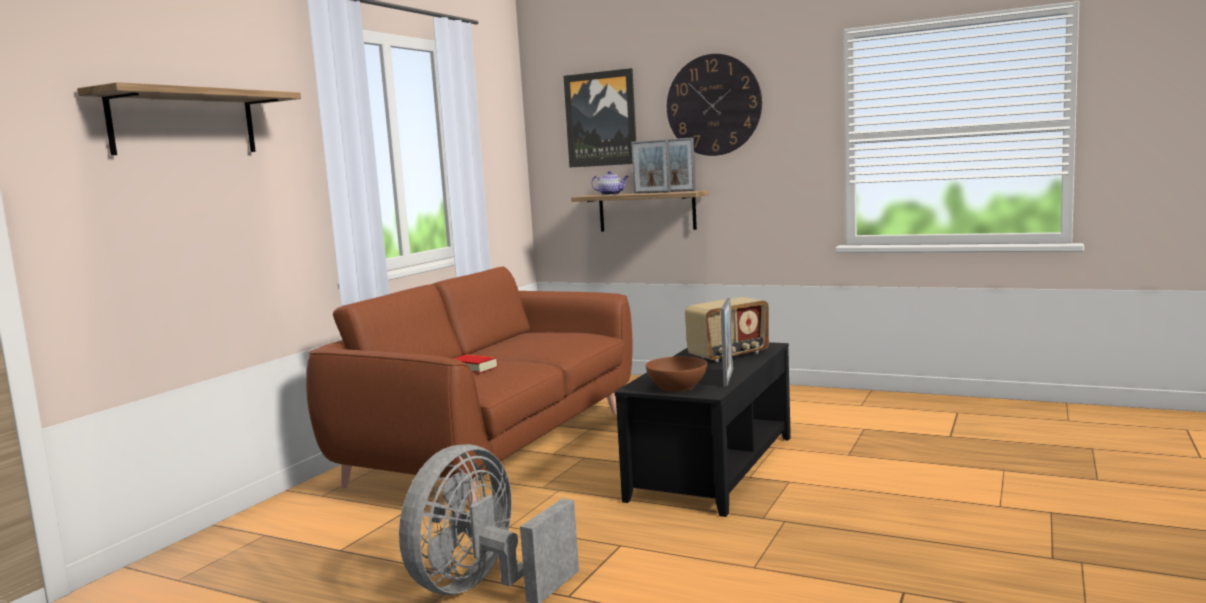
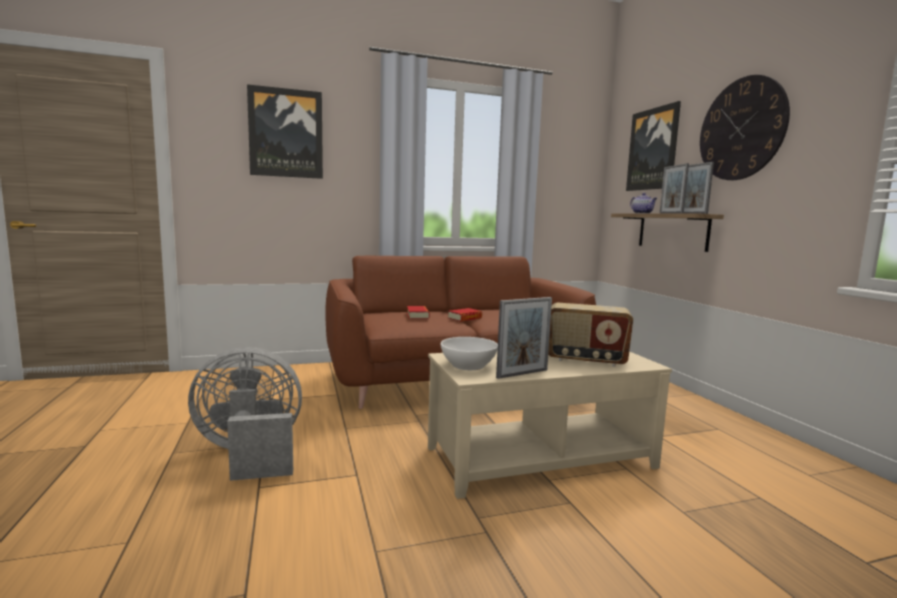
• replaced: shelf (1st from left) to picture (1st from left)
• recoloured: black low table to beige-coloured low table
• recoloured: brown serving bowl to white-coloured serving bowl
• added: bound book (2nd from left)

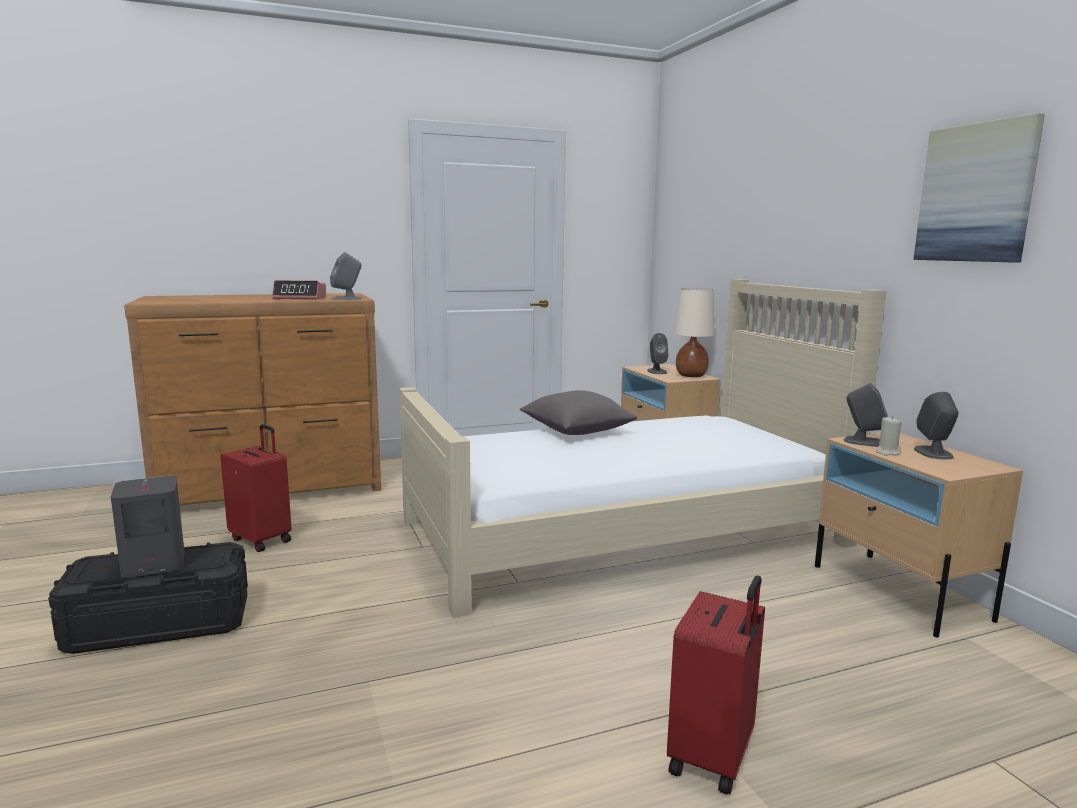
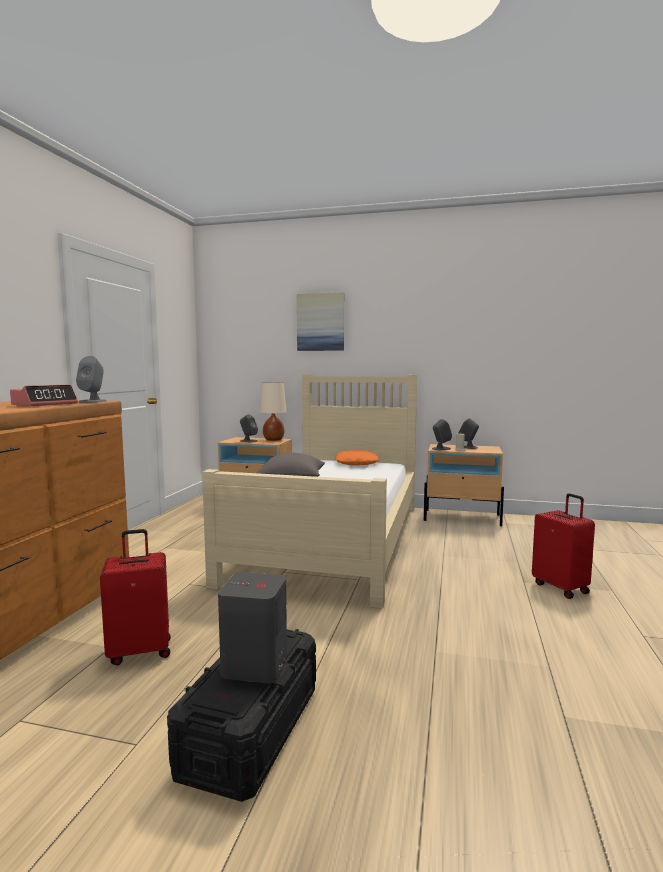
• moved: picture
• added: orangey throw pillow

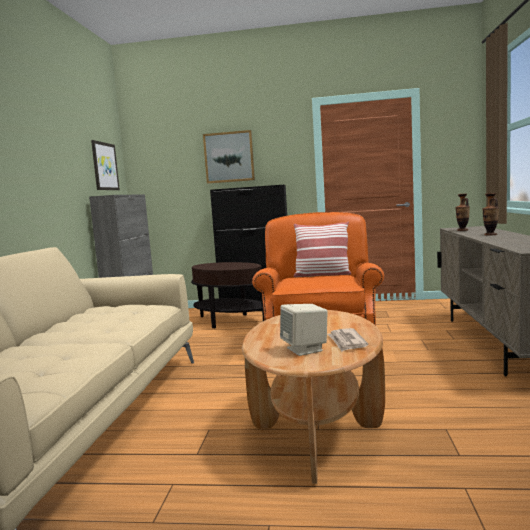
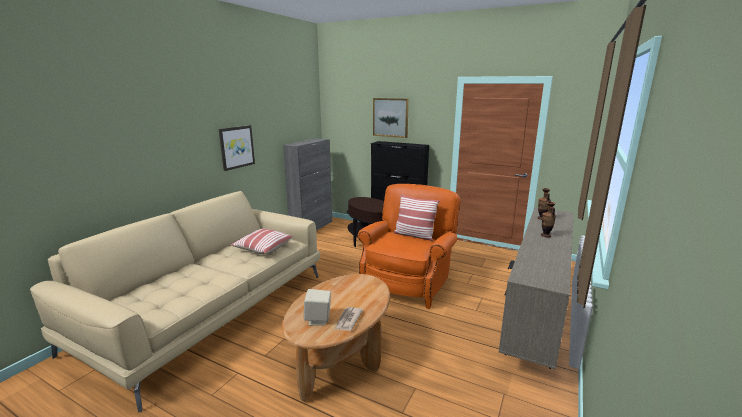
• moved: picture (1st from left)
• added: throw pillow (1st from left)

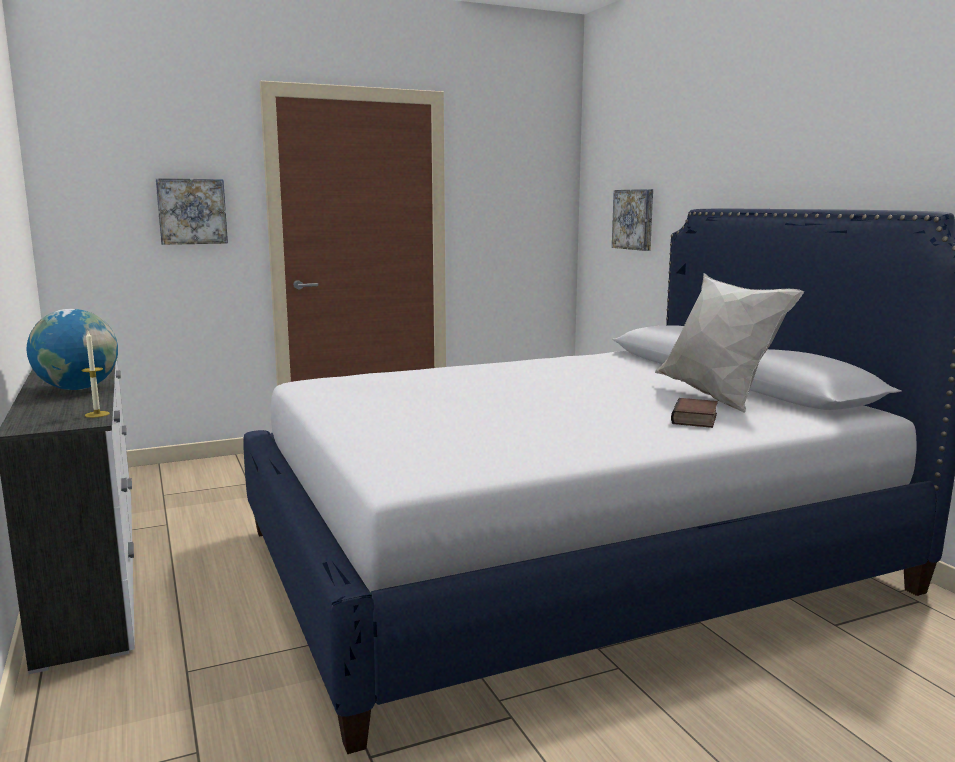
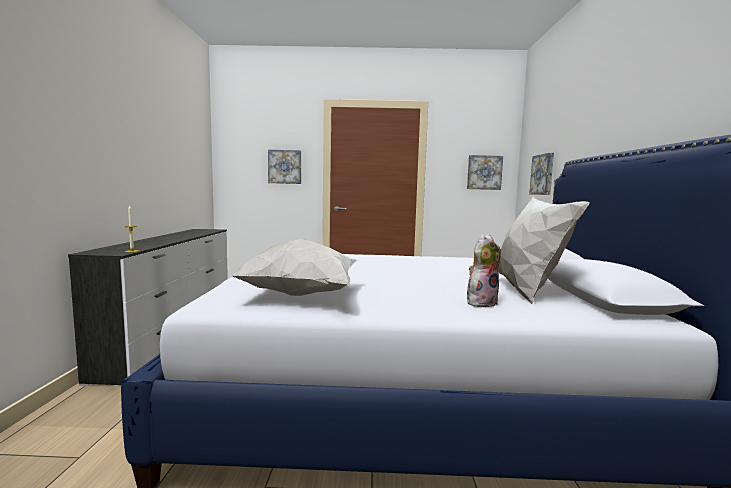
• removed: desk globe
• replaced: bound book to cuddly toy
• added: white-coloured throw pillow (1st from left)
• added: picture (2nd from left)

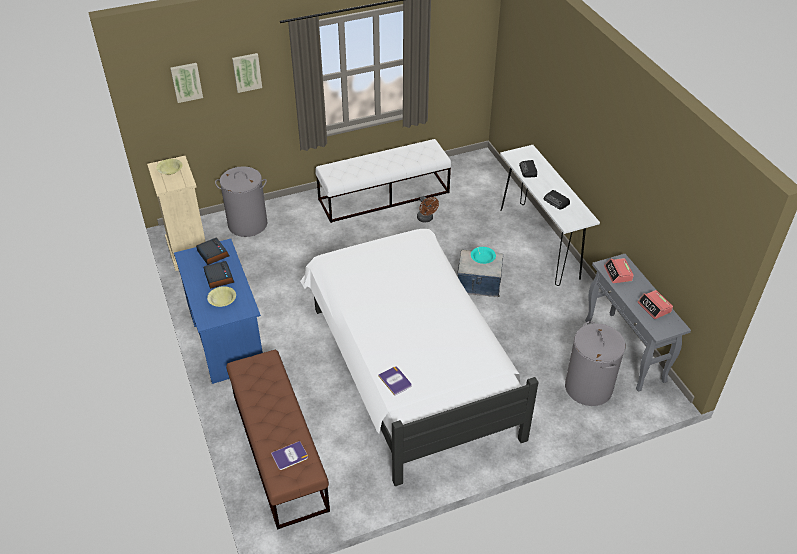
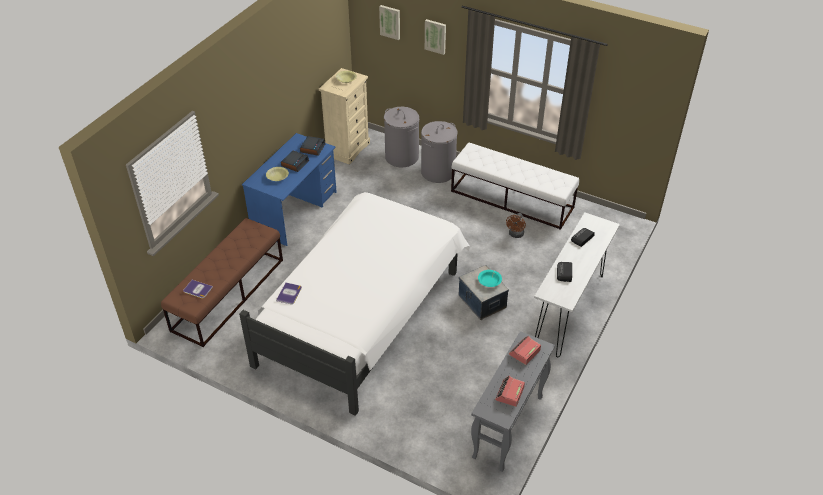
• moved: grey laundry basket (2nd from left)

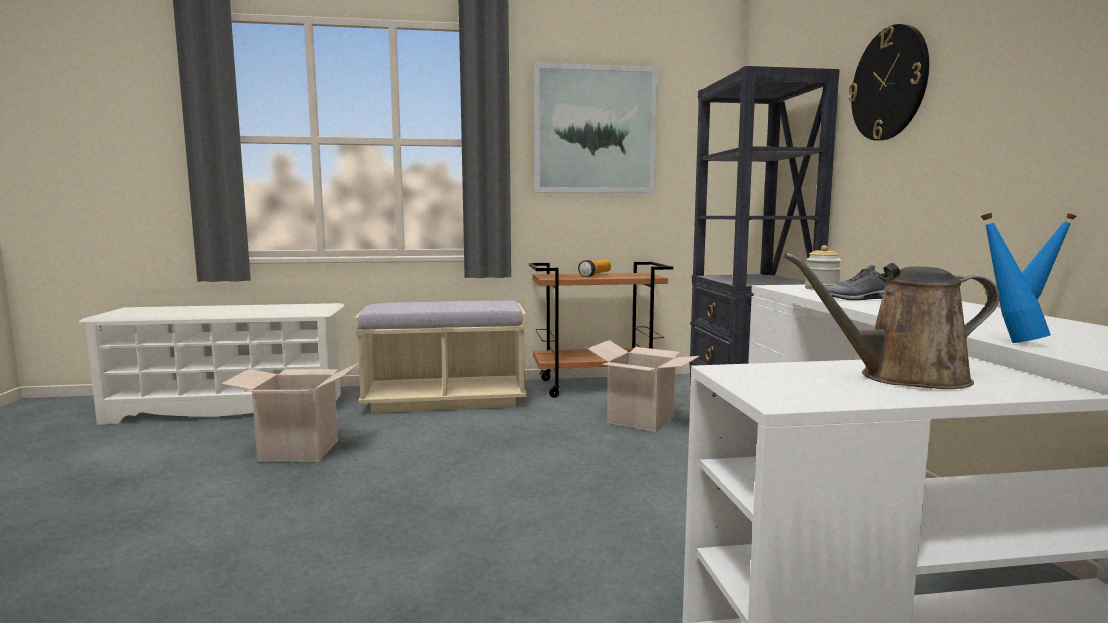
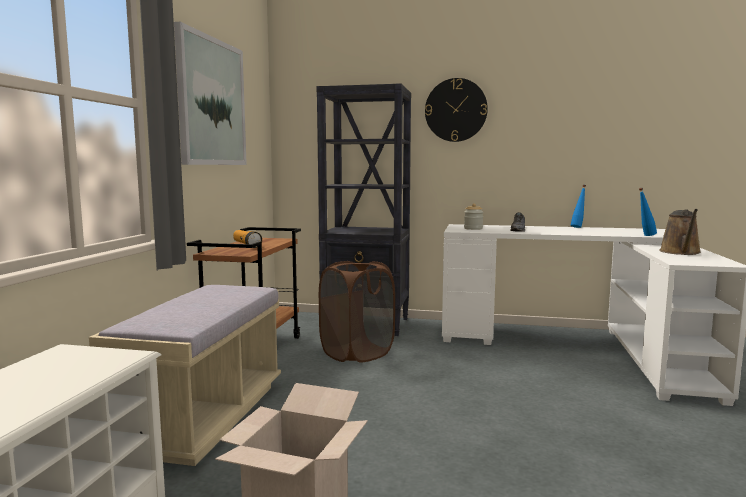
• replaced: carton (2nd from left) to brown laundry basket

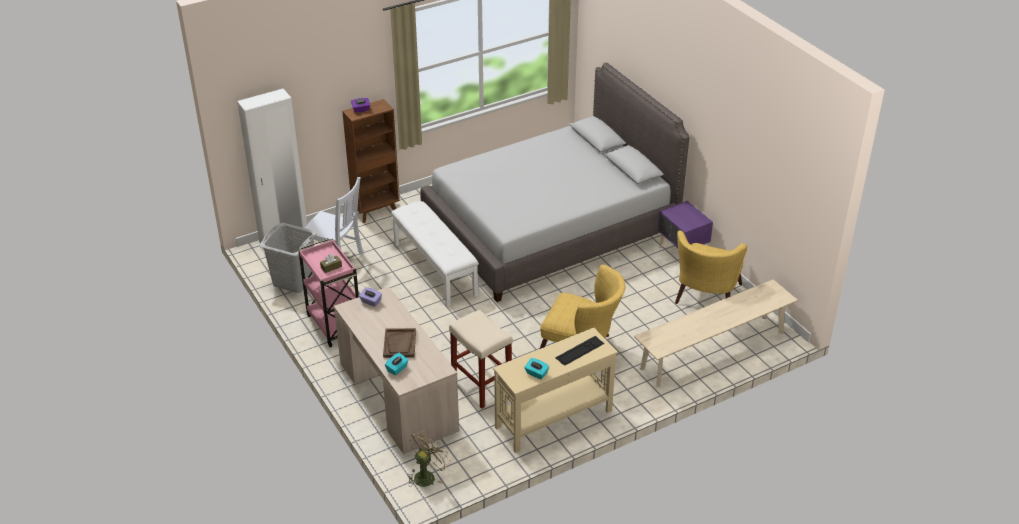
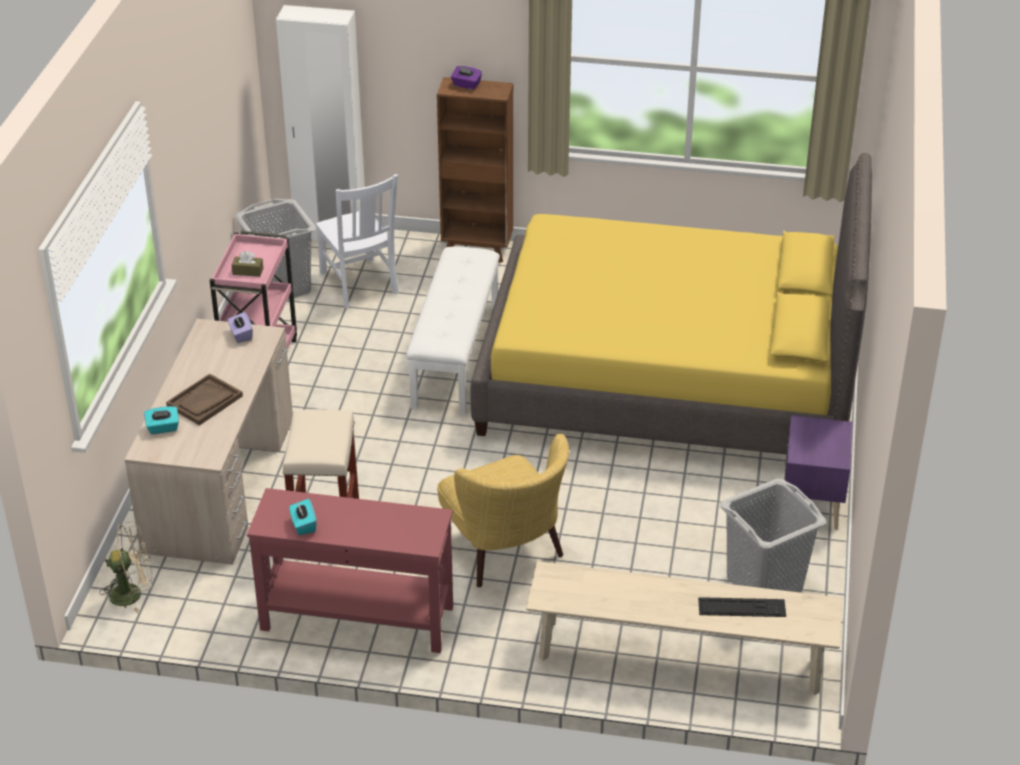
• recoloured: grey sleeping bed to yellow-coloured sleeping bed
• recoloured: beige-coloured hall table to red-coloured hall table
• moved: computer keyboard
• replaced: yellow-coloured easy chair (2nd from left) to grey laundry basket (2nd from left)

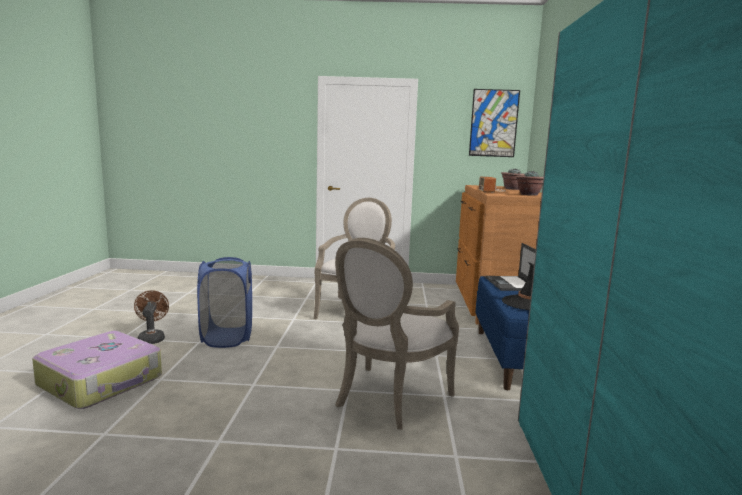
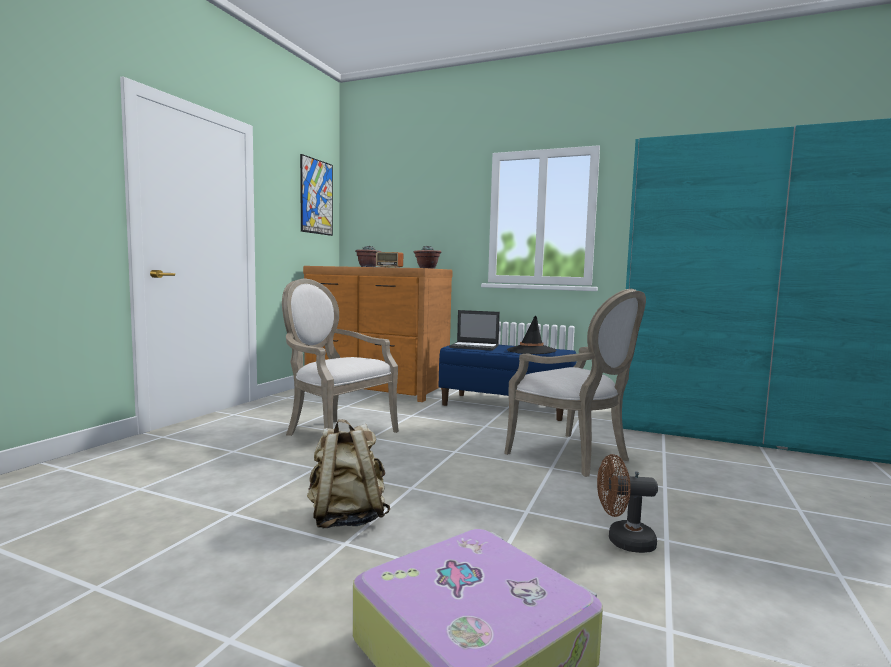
• moved: brown electric fan
• replaced: blue laundry basket to beige-coloured rucksack

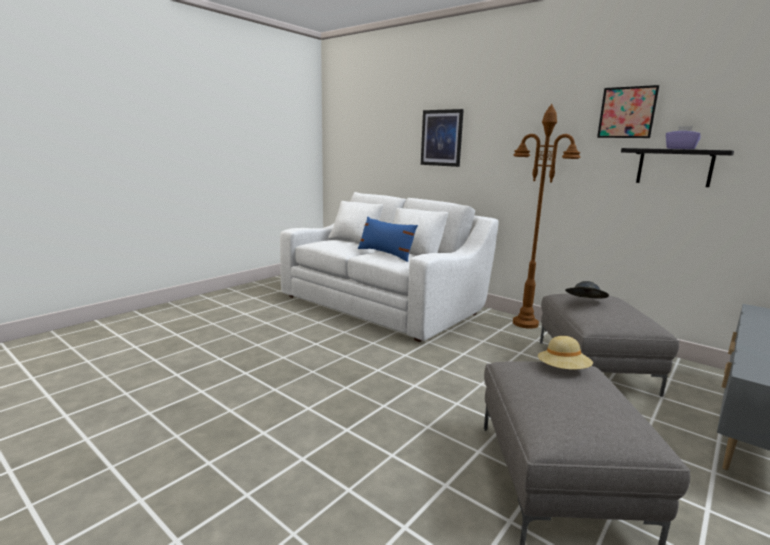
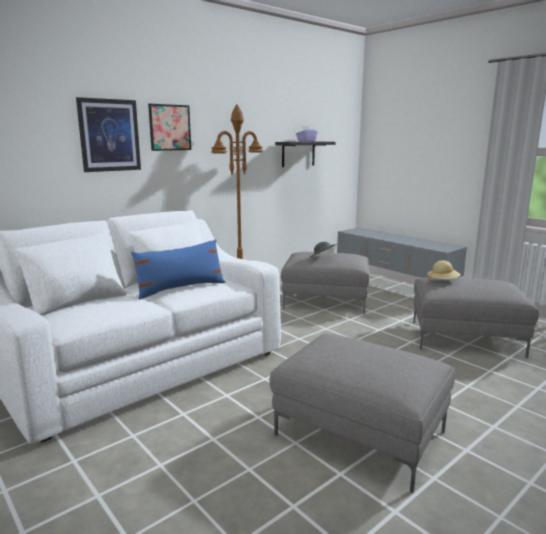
• moved: picture (2nd from left)
• added: grey footrest (2nd from left)

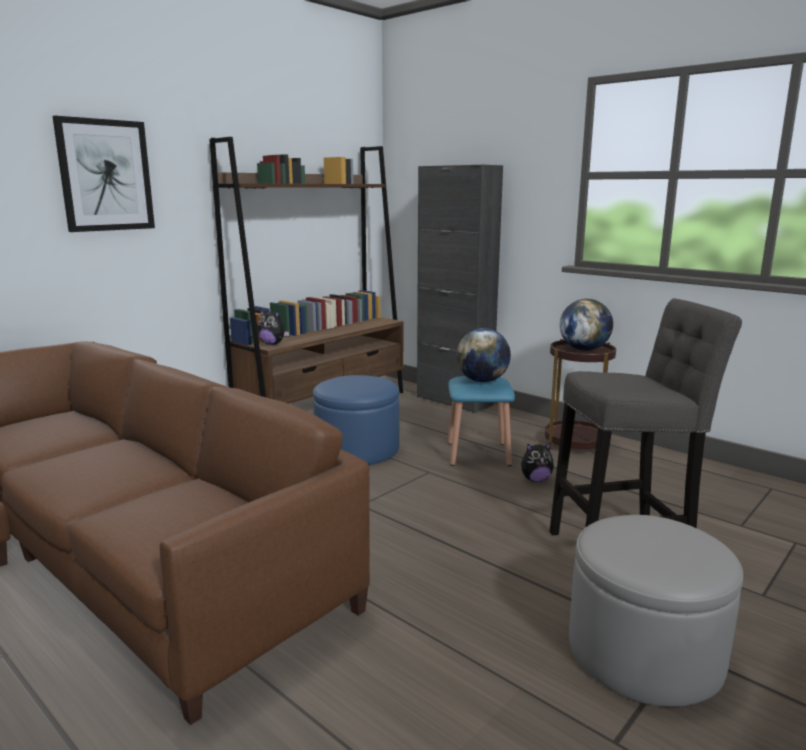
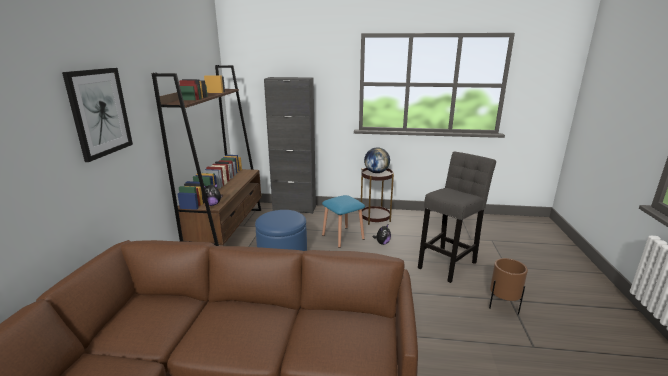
• removed: desk globe (1st from left)
• replaced: grey footrest to brown flower pot

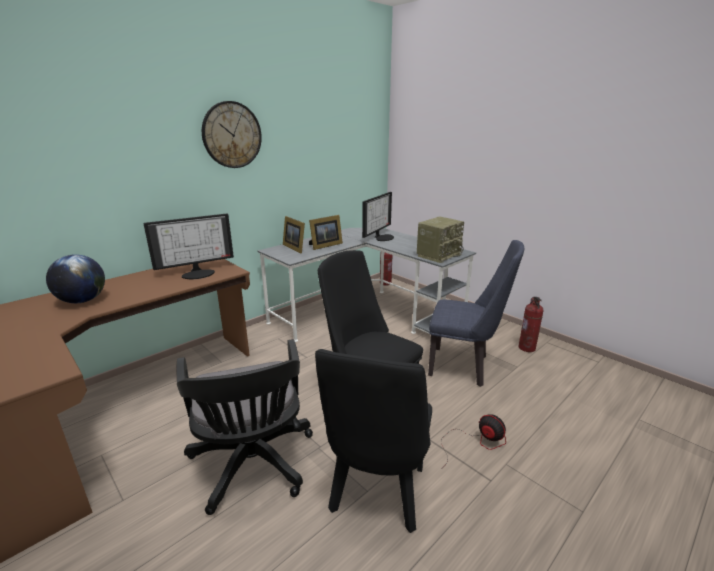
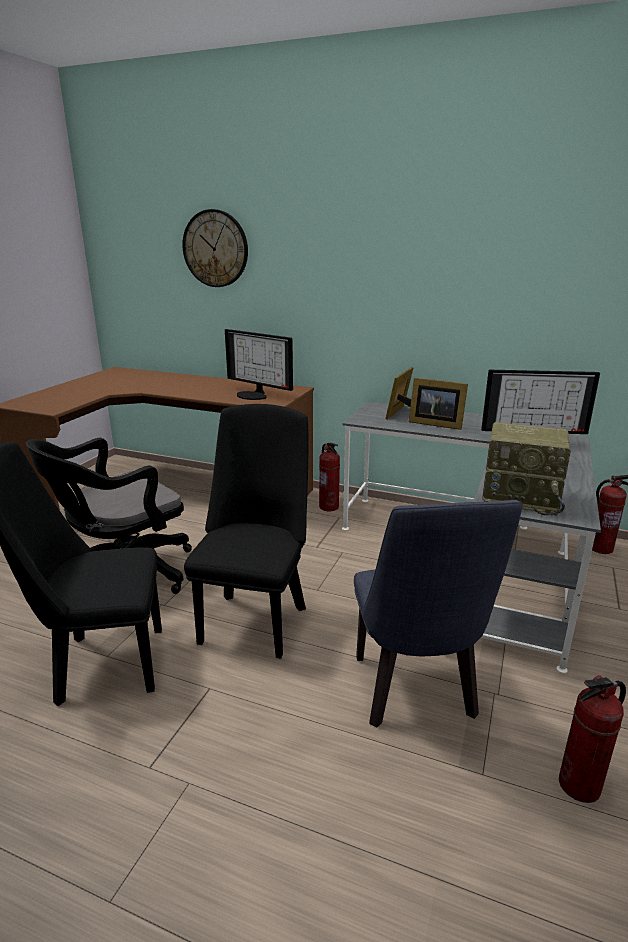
• removed: desk globe
• moved: clock on the wall
• removed: electric fan
• added: fire-fighting cylinder (1st from left)

